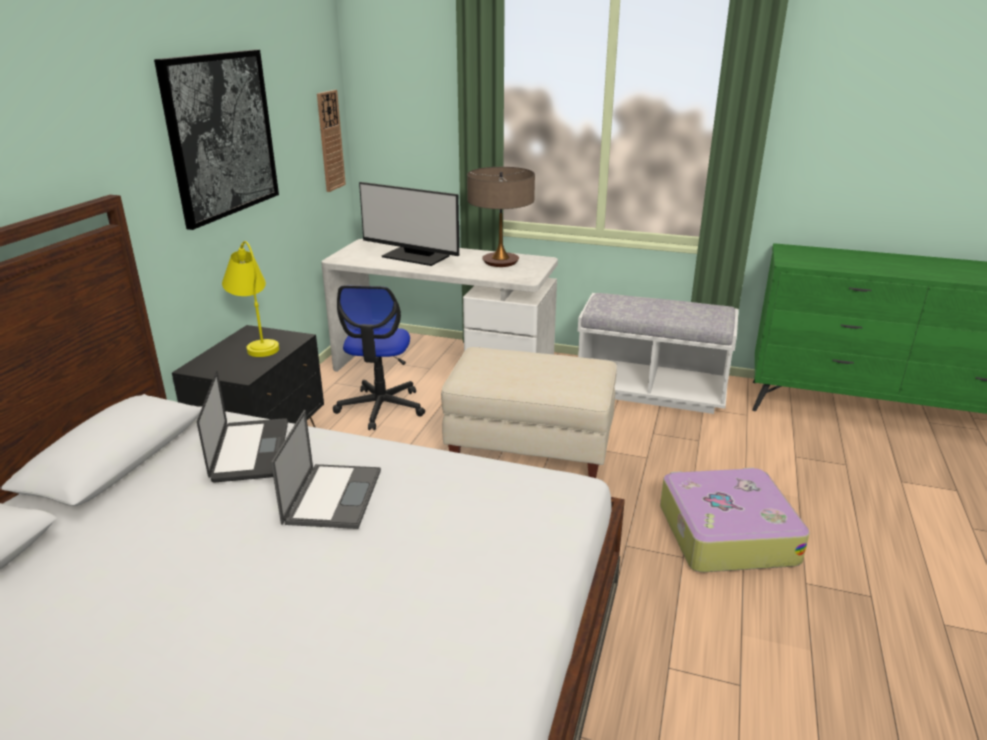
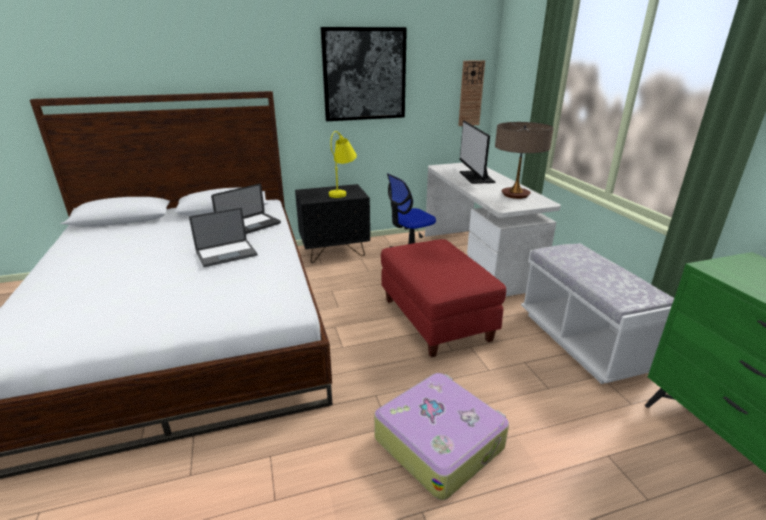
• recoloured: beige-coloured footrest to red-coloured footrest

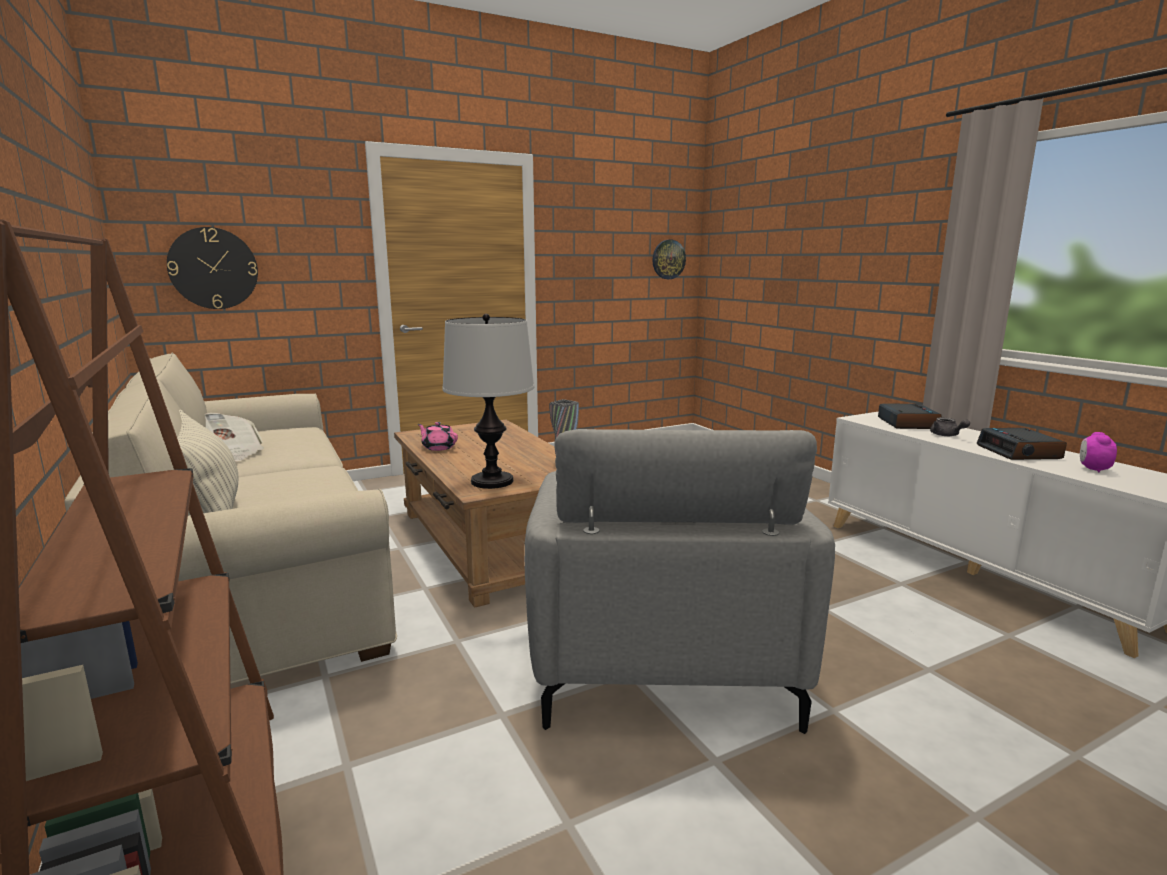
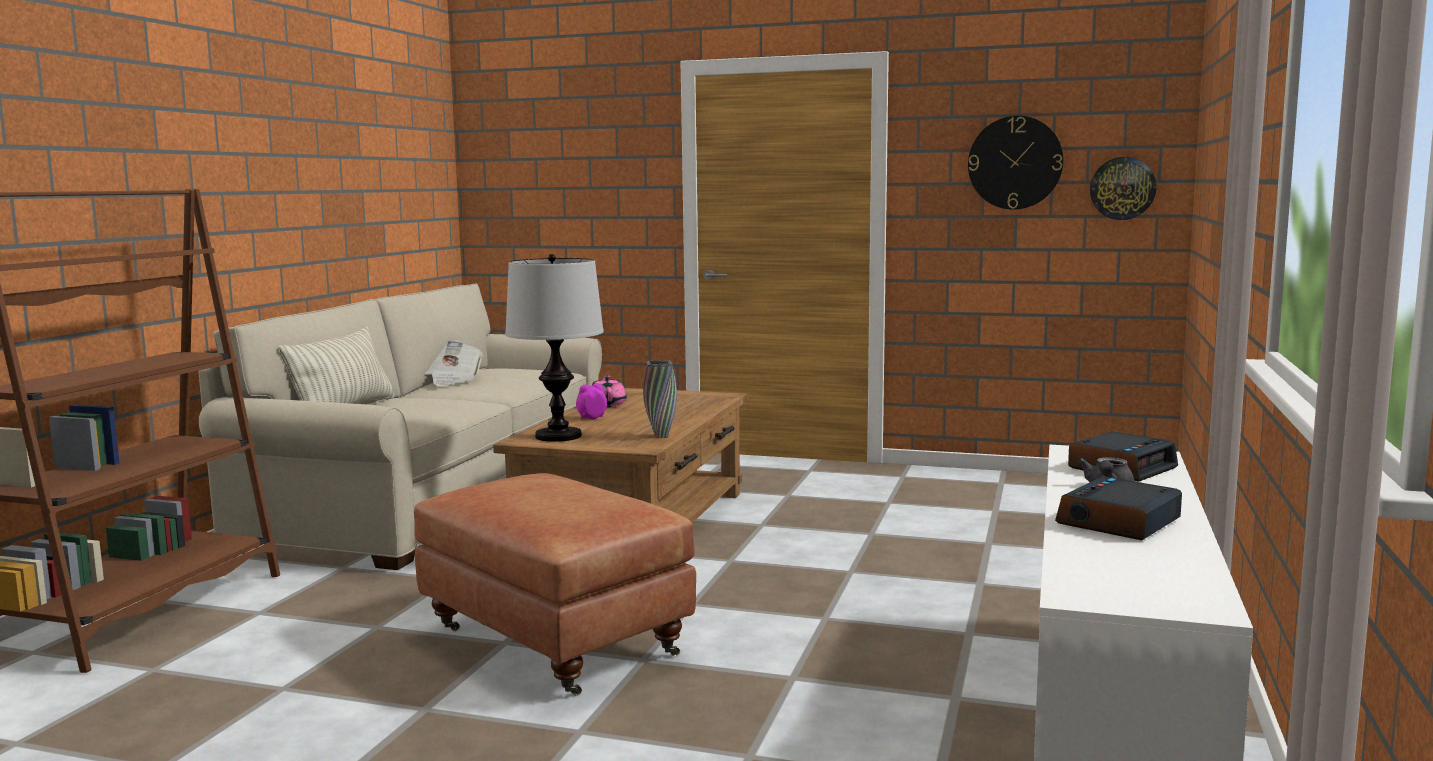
• moved: clock on the wall (1st from left)
• replaced: grey easy chair to brown footrest
• moved: table clock (3rd from left in the first image) to table clock (1st from left)

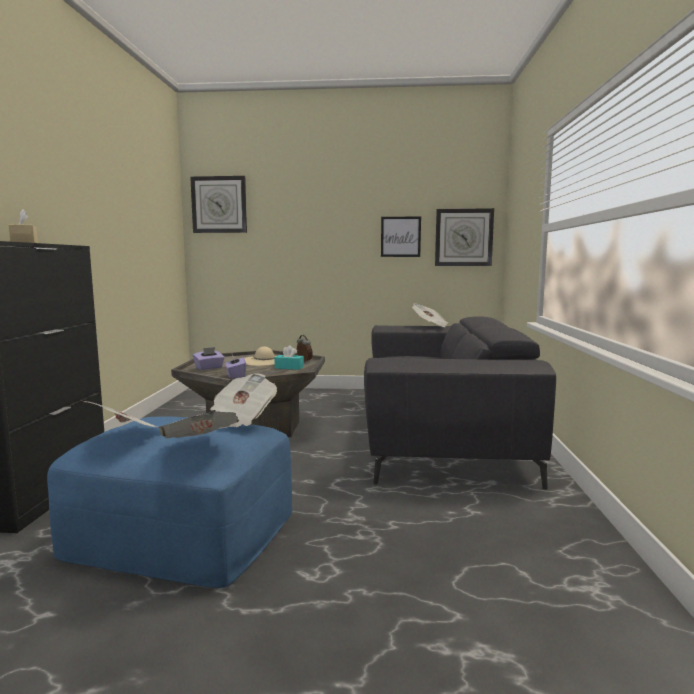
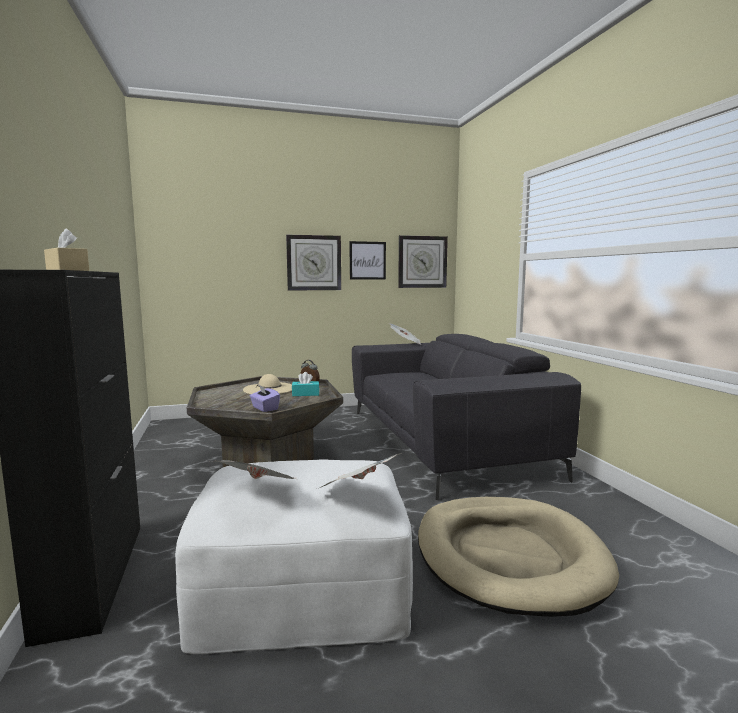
• recoloured: blue footrest to white-coloured footrest
• moved: clock on the wall (1st from left)
• removed: purplish tissue holder (1st from left)
• removed: daily paper (3rd from left)
• added: beige-coloured pet bed

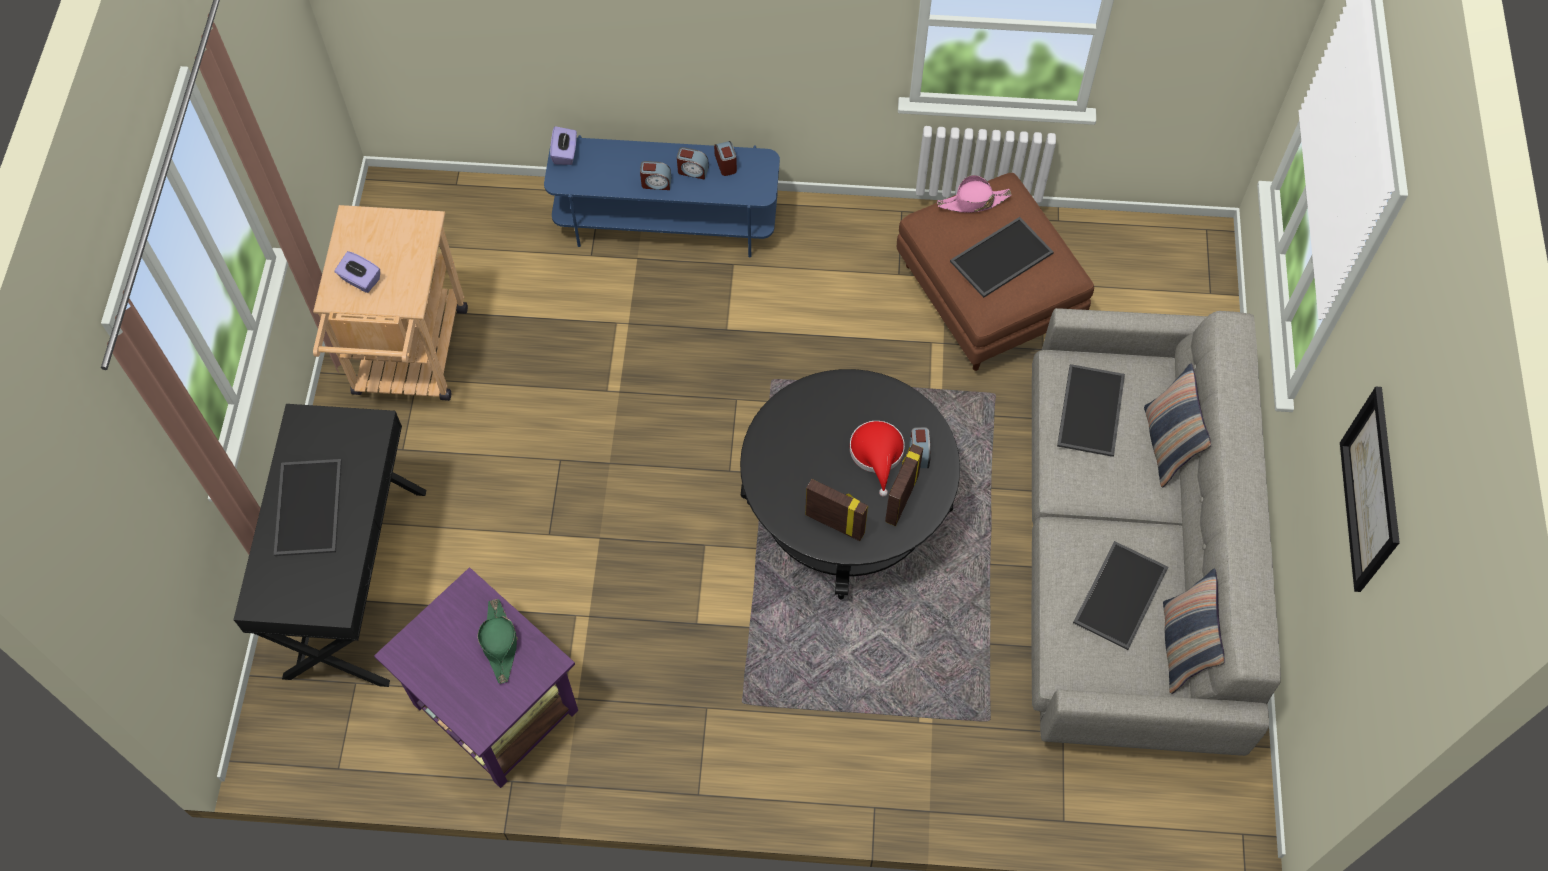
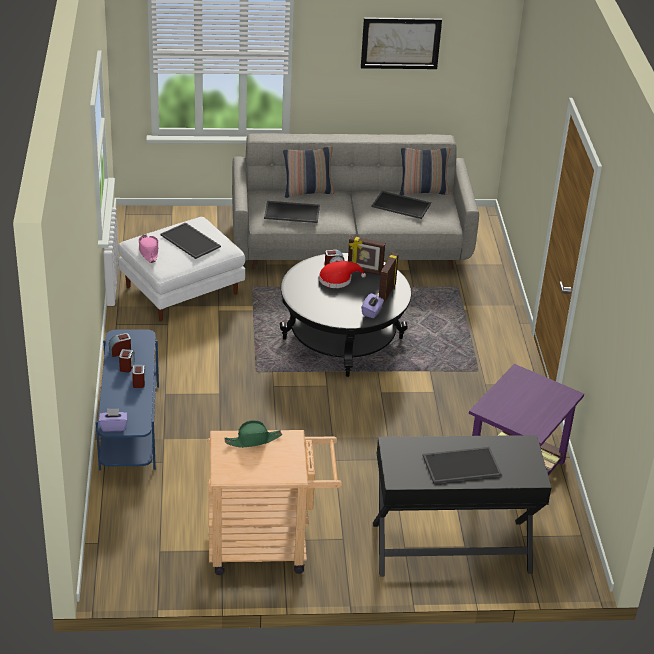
• moved: purplish tissue holder (1st from left in the first image) to purplish tissue holder (2nd from left)
• moved: green-coloured clothing hat
• recoloured: brown footrest to white-coloured footrest

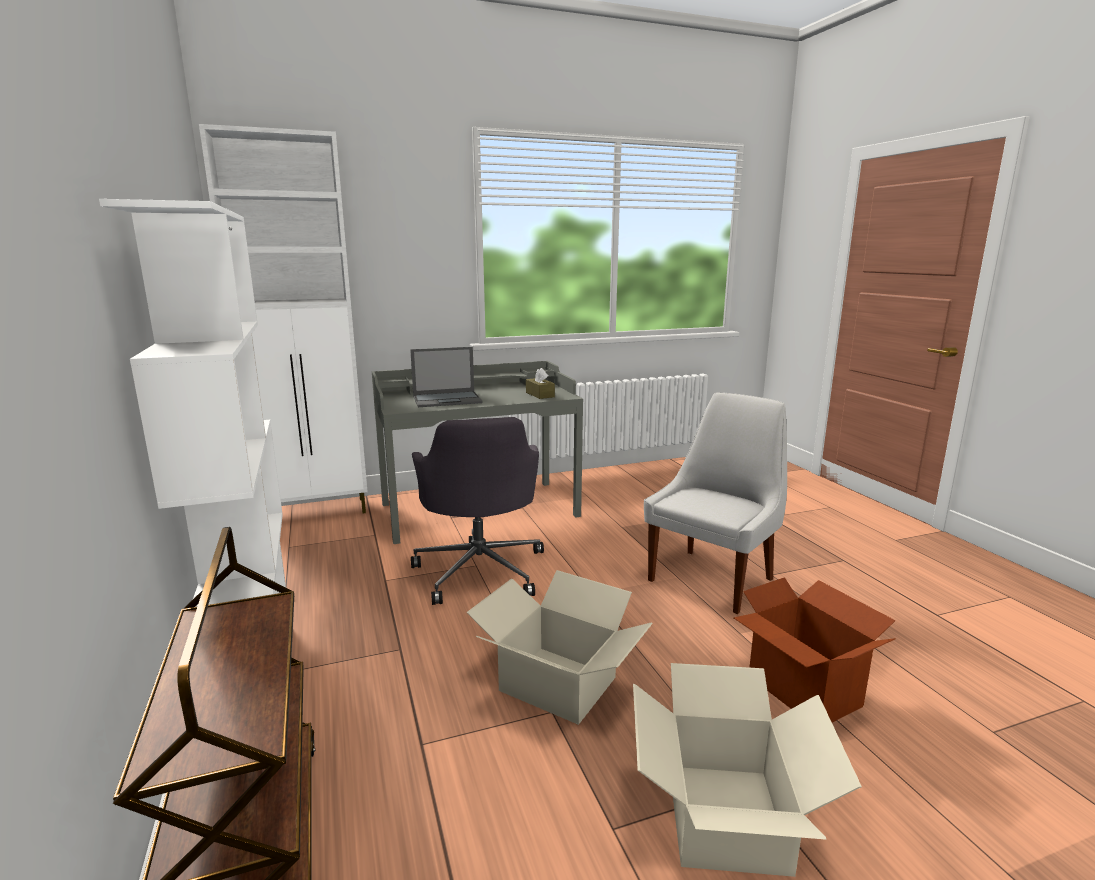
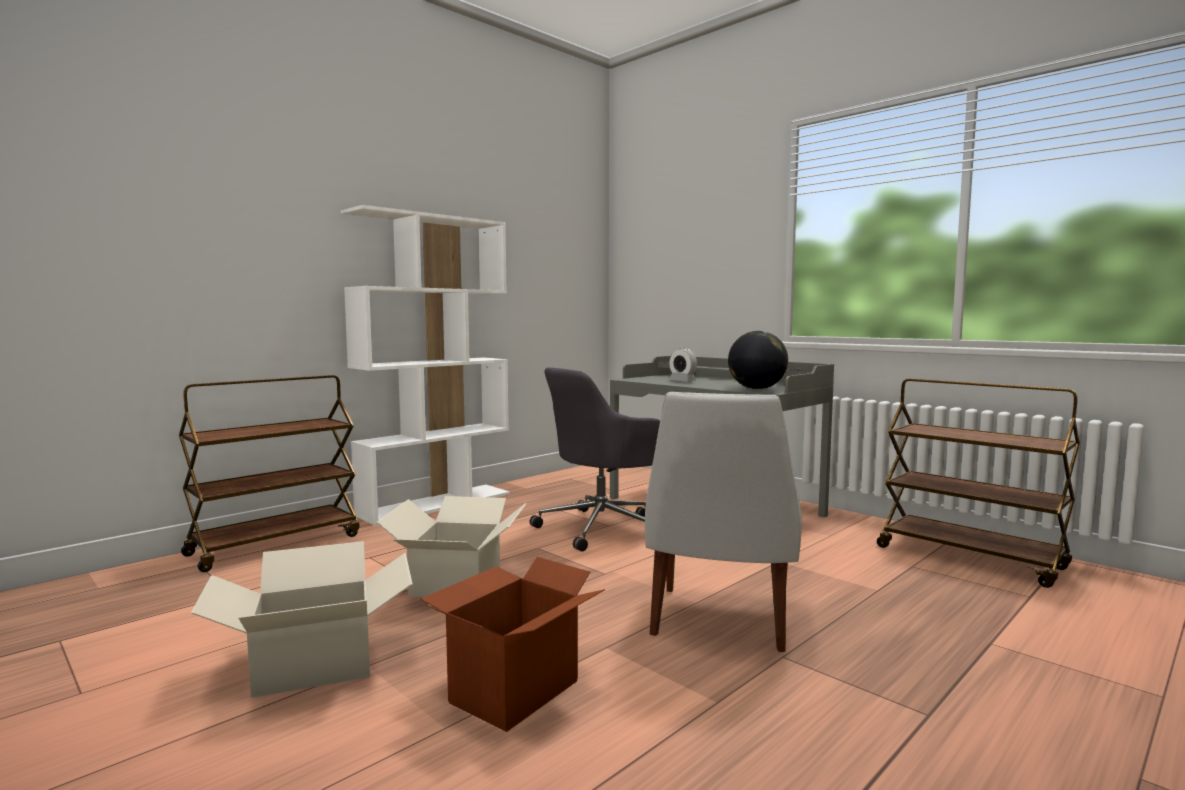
• removed: white-coloured cabinet
• replaced: laptop to table clock
• replaced: brown tissue holder to desk globe
• turned: white-coloured upright chair 90 degrees clockwise
• added: brown cart (2nd from left)

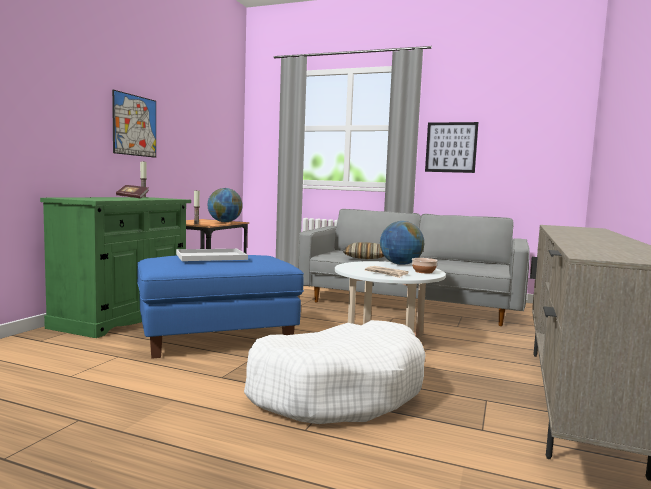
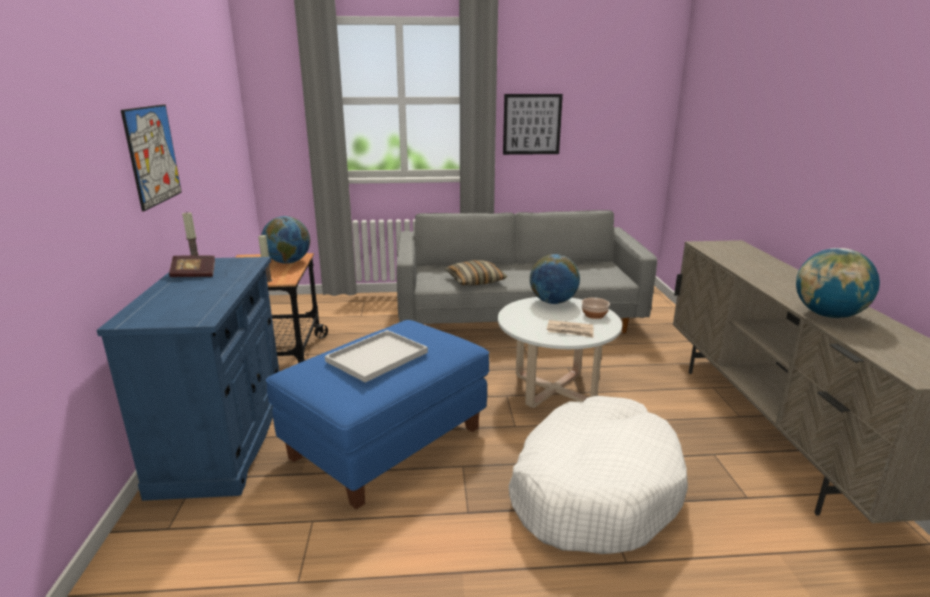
• recoloured: green-coloured cabinet to blue cabinet
• added: desk globe (3rd from left)

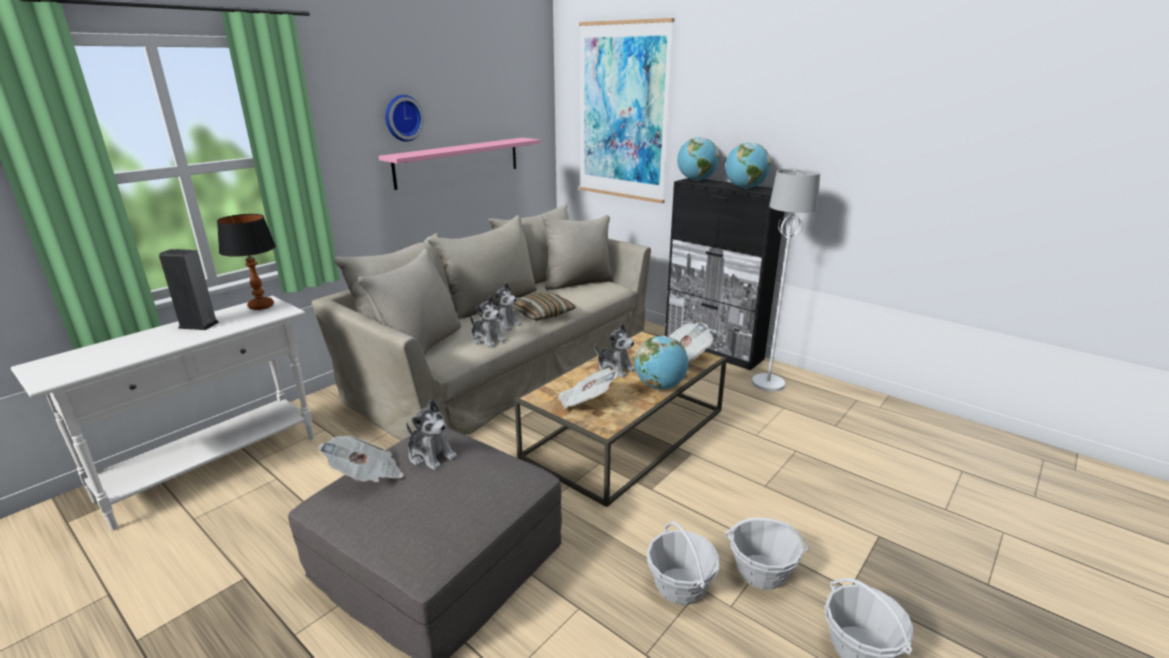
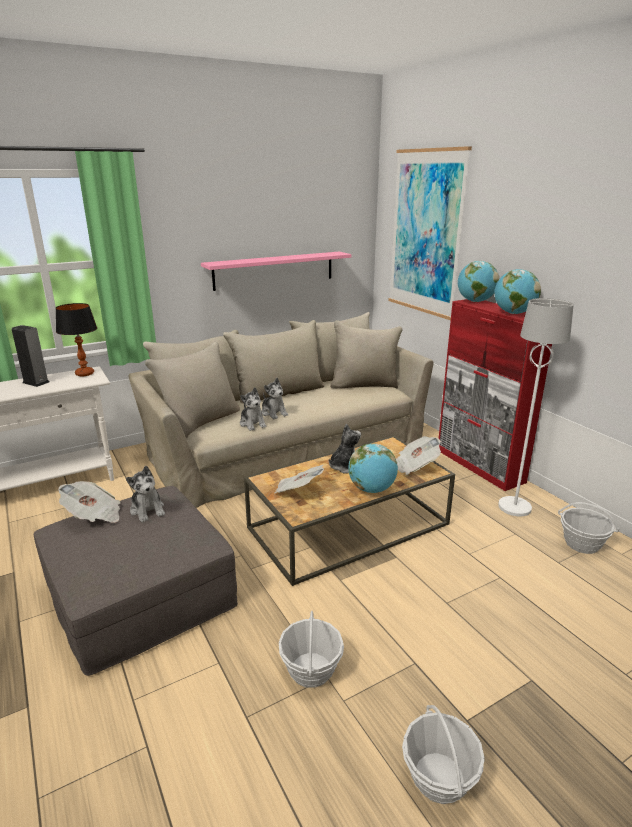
• removed: clock on the wall
• removed: throw pillow
• turned: cuddly toy (4th from left) 105 degrees counterclockwise
• recoloured: black cabinet to red-coloured cabinet
• moved: storage basket (2nd from left in the first image) to storage basket (3rd from left)

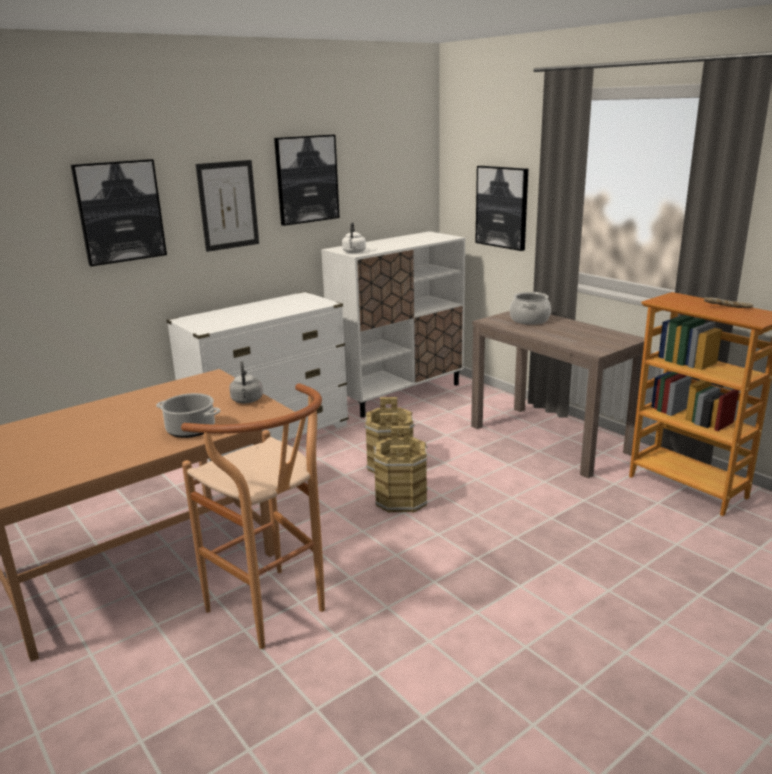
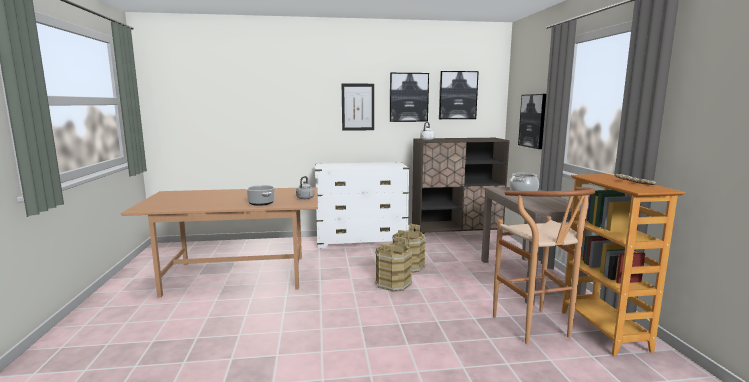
• moved: picture (1st from left in the first image) to picture (3rd from left)
• moved: brown stool
• recoloured: white-coloured cabinet to brown cabinet

